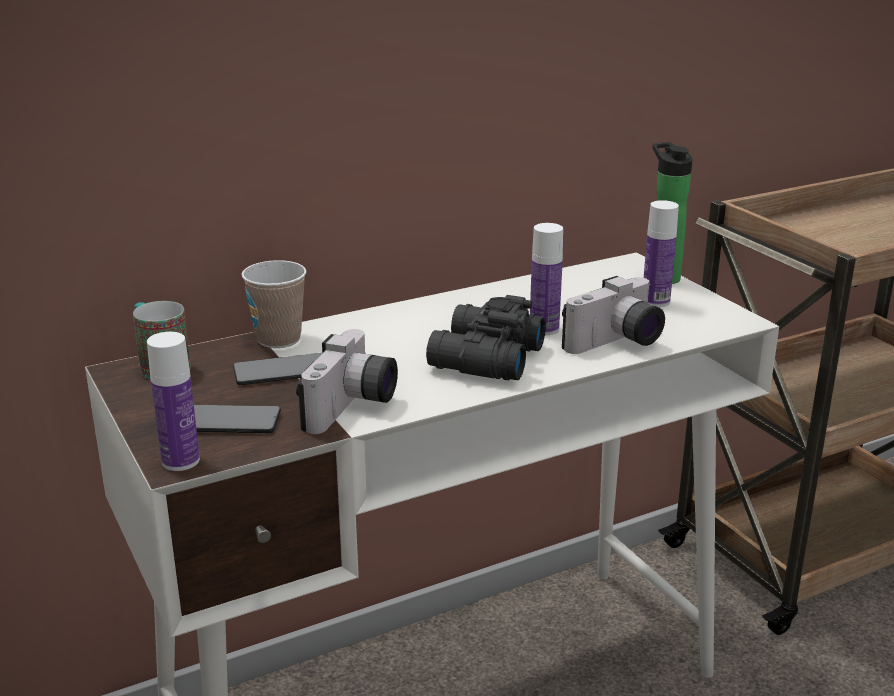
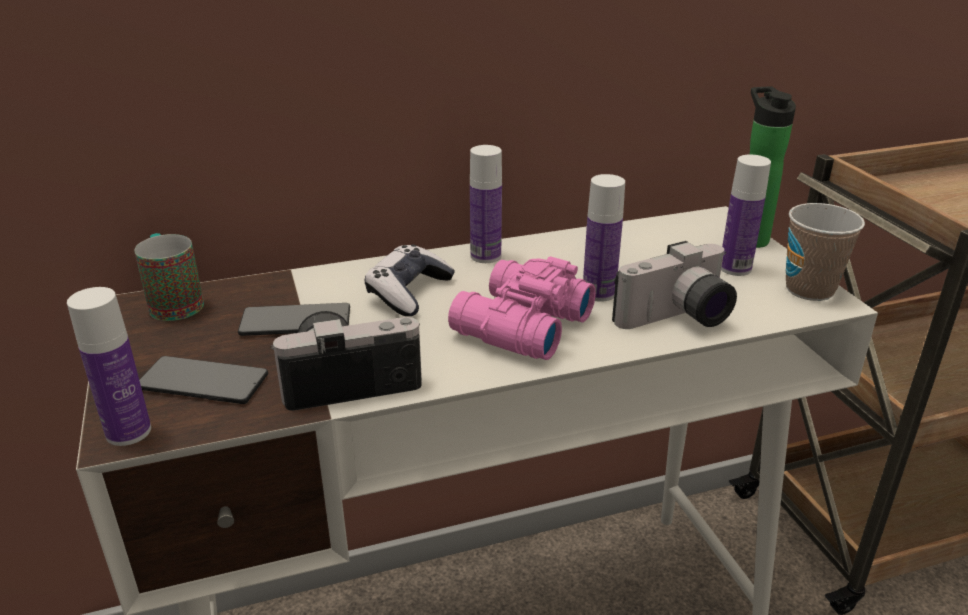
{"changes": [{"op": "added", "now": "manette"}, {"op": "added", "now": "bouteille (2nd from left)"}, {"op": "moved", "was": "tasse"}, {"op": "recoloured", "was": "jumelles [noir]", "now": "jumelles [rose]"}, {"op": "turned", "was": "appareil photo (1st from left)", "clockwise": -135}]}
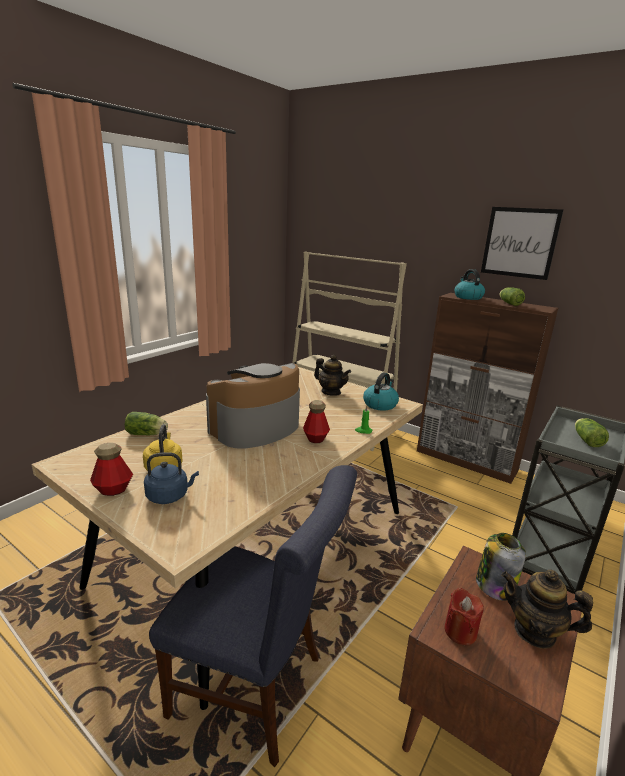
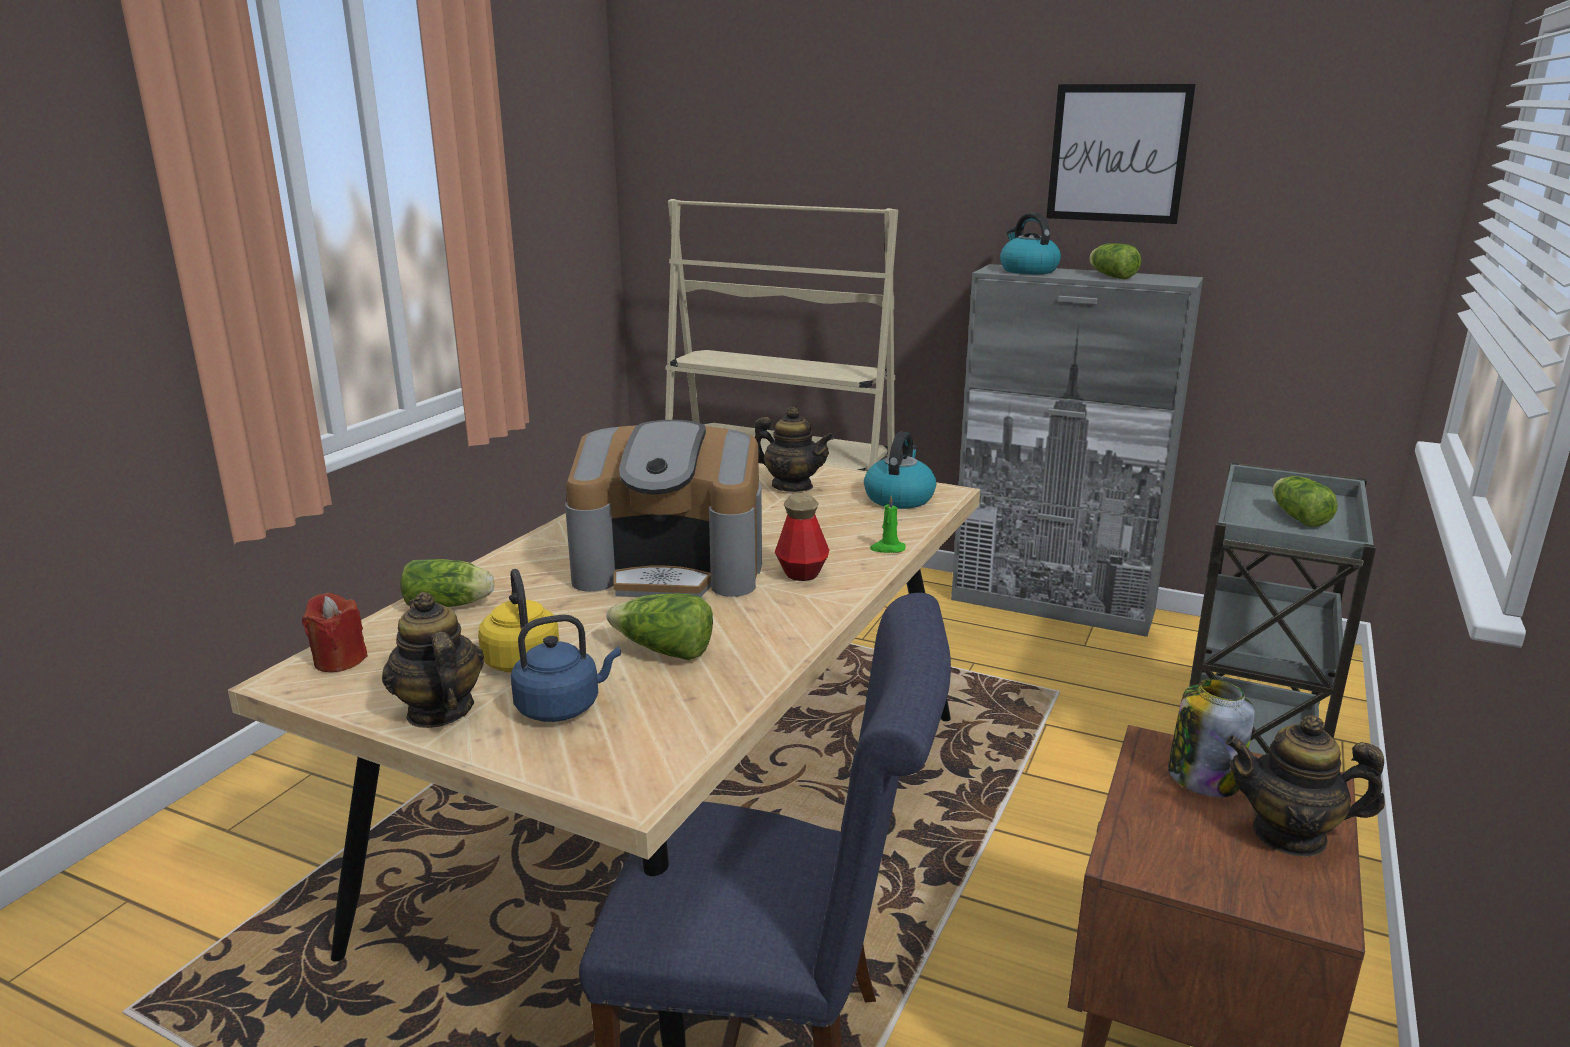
{"changes": [{"op": "added", "now": "laitue (2nd from left)"}, {"op": "moved", "was": "bougie [rouge]"}, {"op": "replaced", "was": "bouteille (1st from left)", "now": "théière (1st from left)"}, {"op": "recoloured", "was": "meuble de rangement [marron]", "now": "meuble de rangement [gris]"}, {"op": "turned", "was": "machine à café", "clockwise": -120}]}
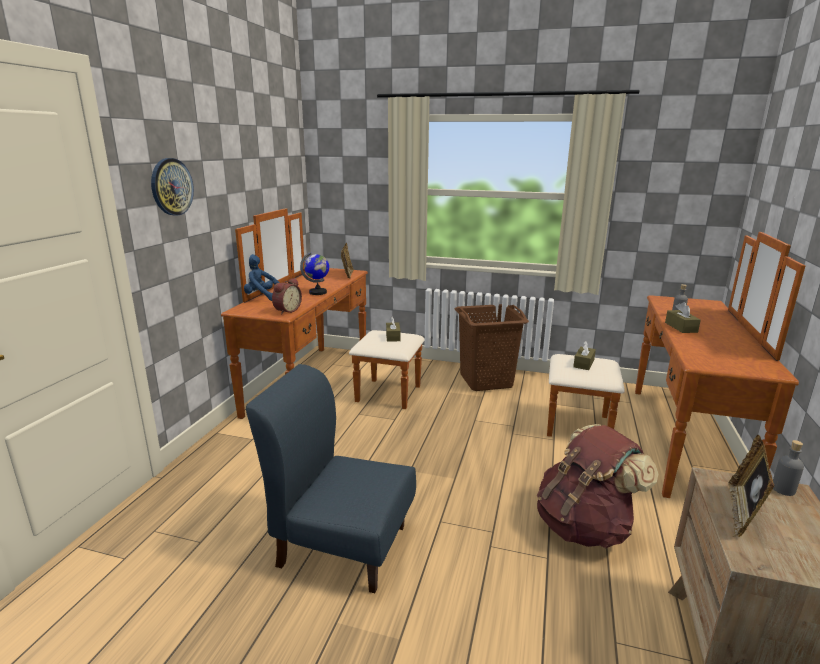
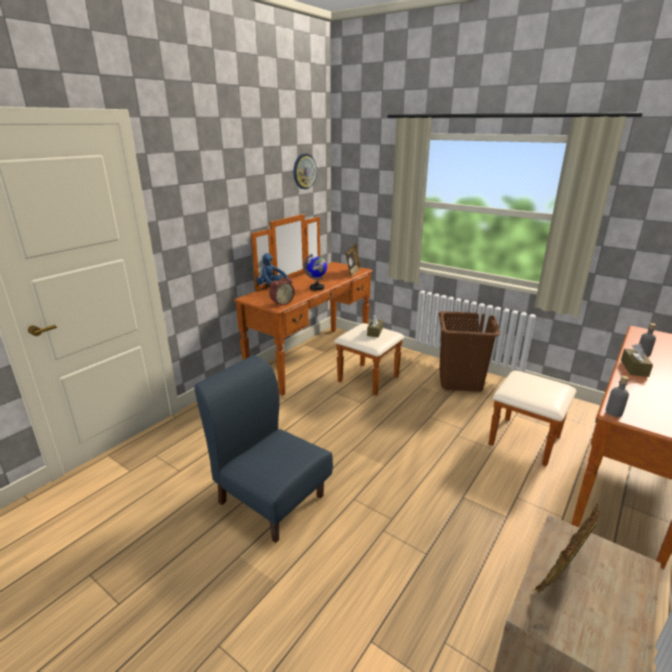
{"changes": [{"op": "removed", "was": "sac à dos [marron]"}, {"op": "removed", "was": "boîte à mouchoirs [marron] (2nd from left)"}, {"op": "moved", "was": "horloge murale"}, {"op": "moved", "was": "bouteille [gris] (2nd from left in the first image)", "now": "bouteille [gris] (1st from left)"}]}
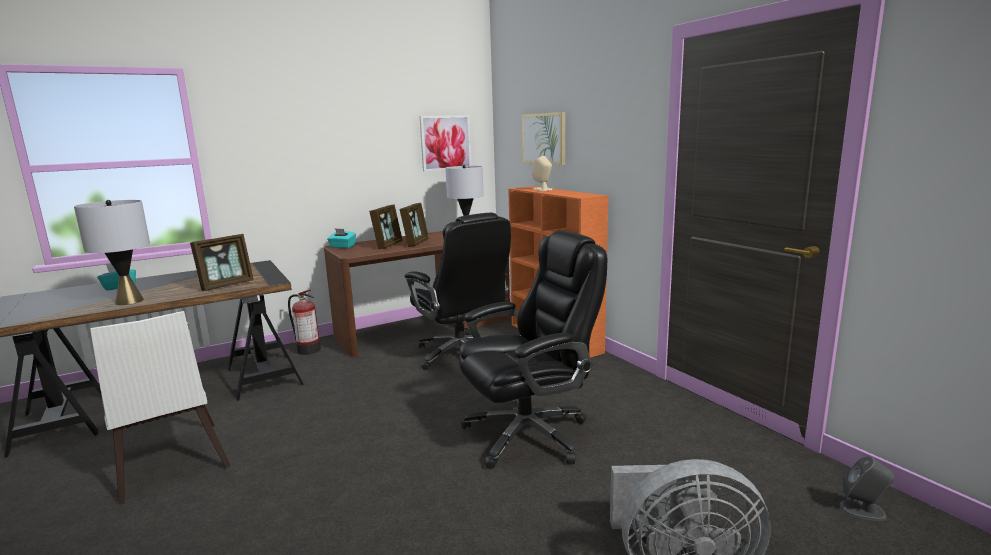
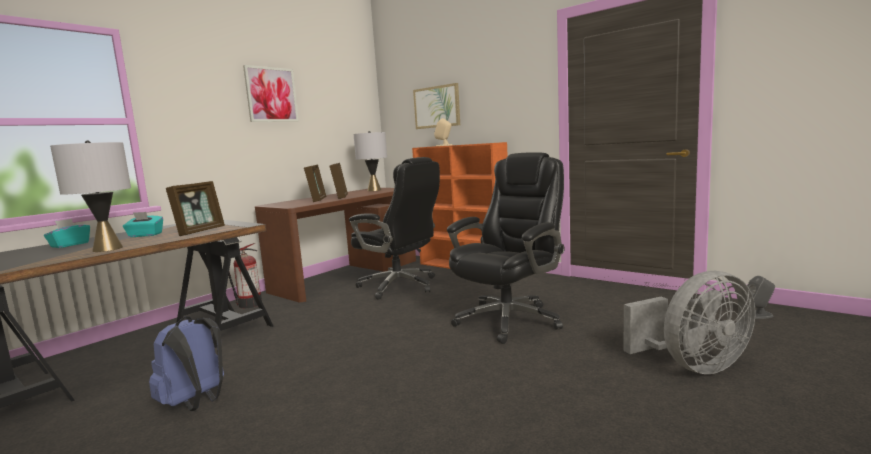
{"changes": [{"op": "moved", "was": "boîte à mouchoirs [turquoise] (2nd from left)"}, {"op": "moved", "was": "tableau (1st from left)"}, {"op": "replaced", "was": "chaise [blanc]", "now": "sac à dos [bleu]"}]}
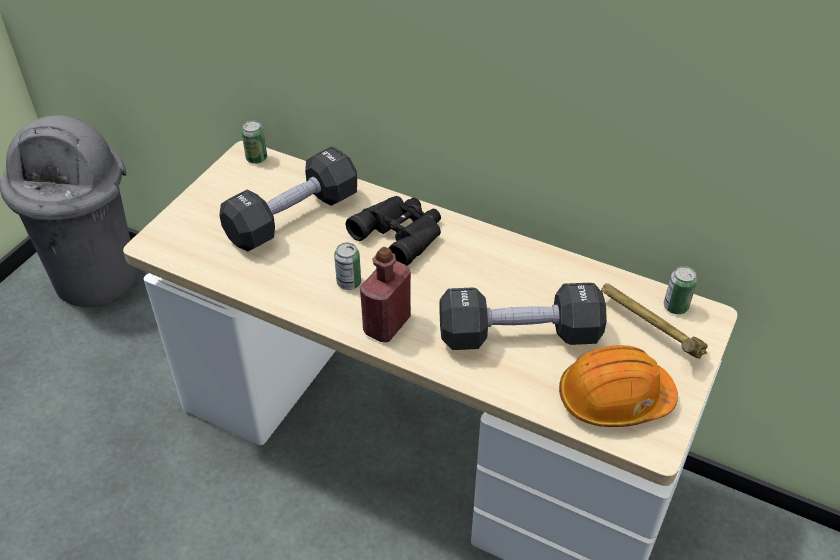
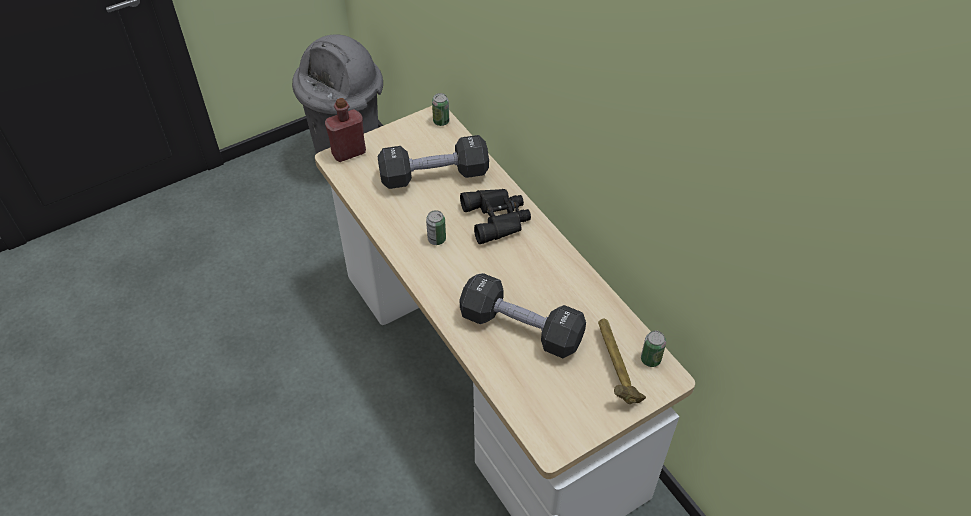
{"changes": [{"op": "removed", "was": "casque de chantier [orange]"}, {"op": "moved", "was": "bouteille [rouge]"}]}
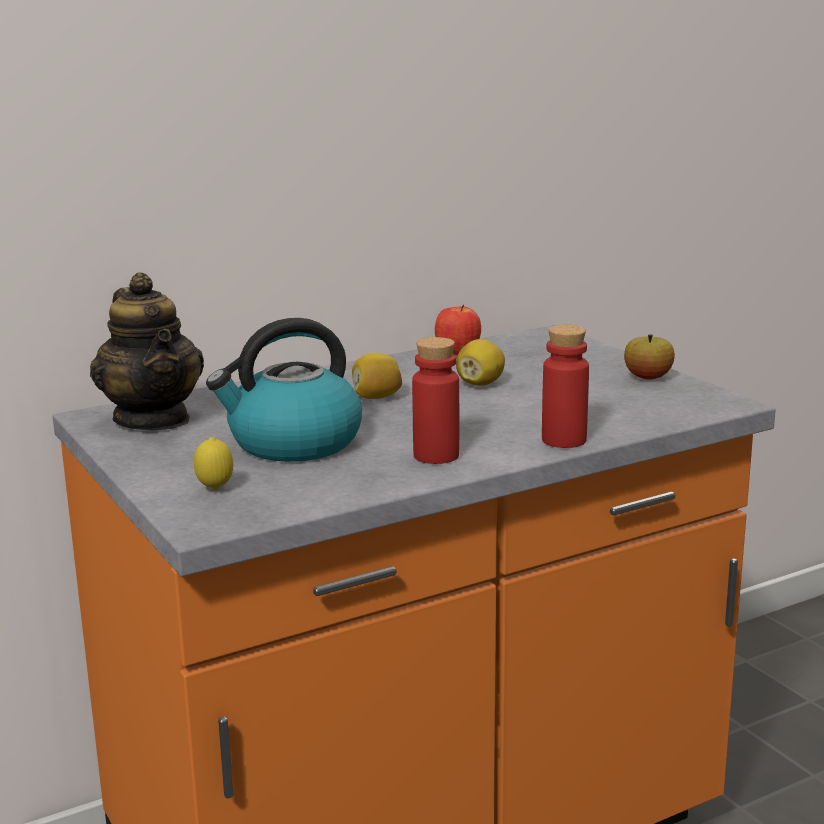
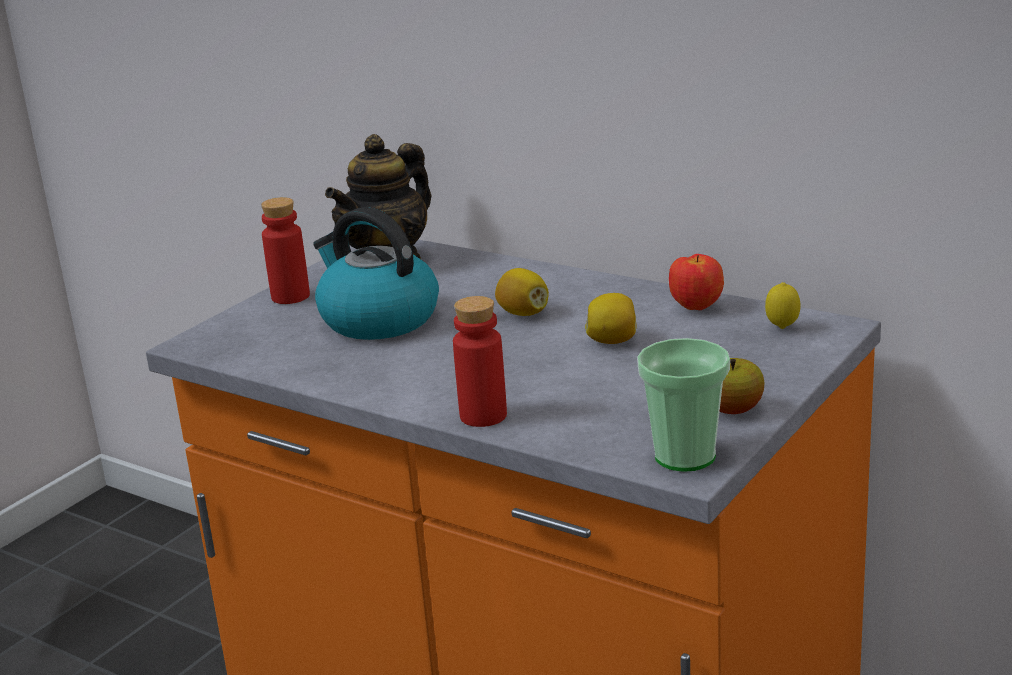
{"changes": [{"op": "added", "now": "tasse"}, {"op": "moved", "was": "citron (1st from left in the first image)", "now": "citron (3rd from left)"}, {"op": "moved", "was": "bouteille [rouge] (1st from left)"}]}
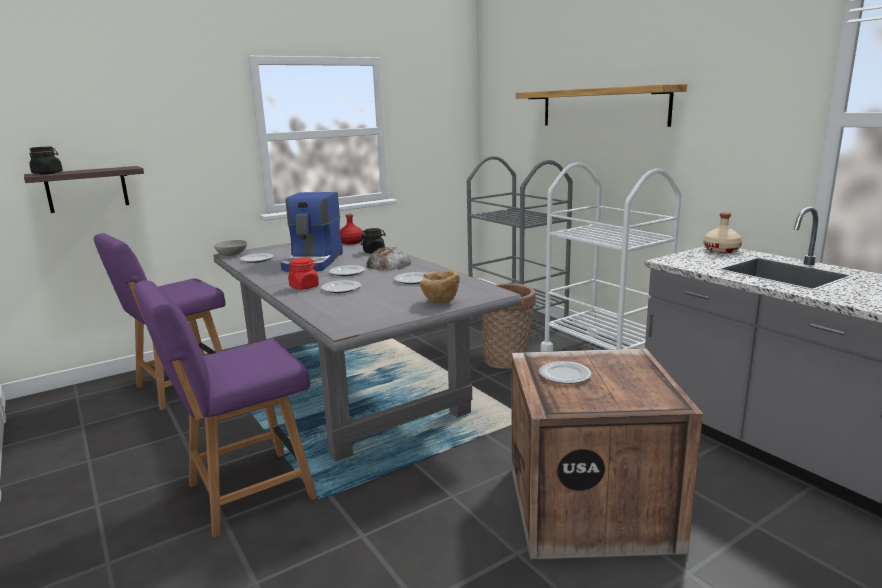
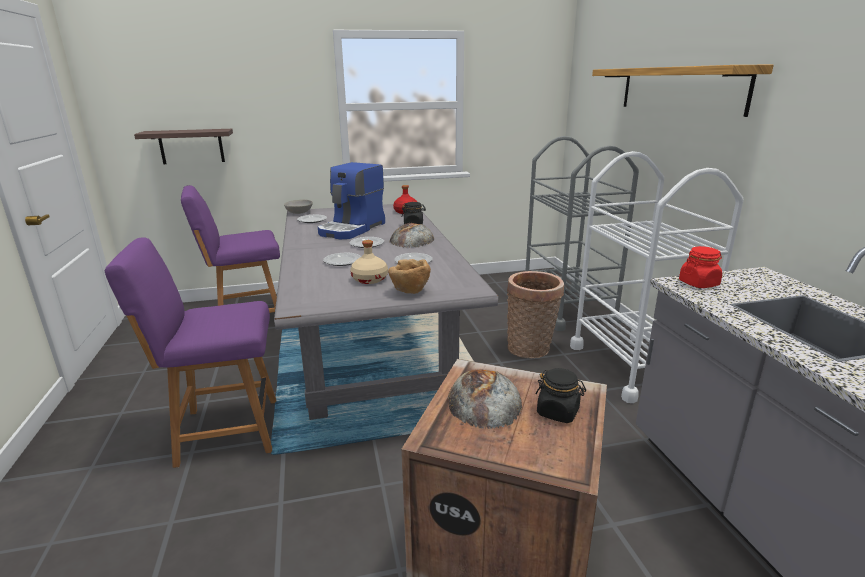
{"changes": [{"op": "moved", "was": "bocal [noir] (1st from left in the first image)", "now": "bocal [noir] (2nd from left)"}, {"op": "moved", "was": "bocal [rouge]"}, {"op": "moved", "was": "bouteille [beige]"}, {"op": "replaced", "was": "assiette (5th from left)", "now": "pain (2nd from left)"}]}
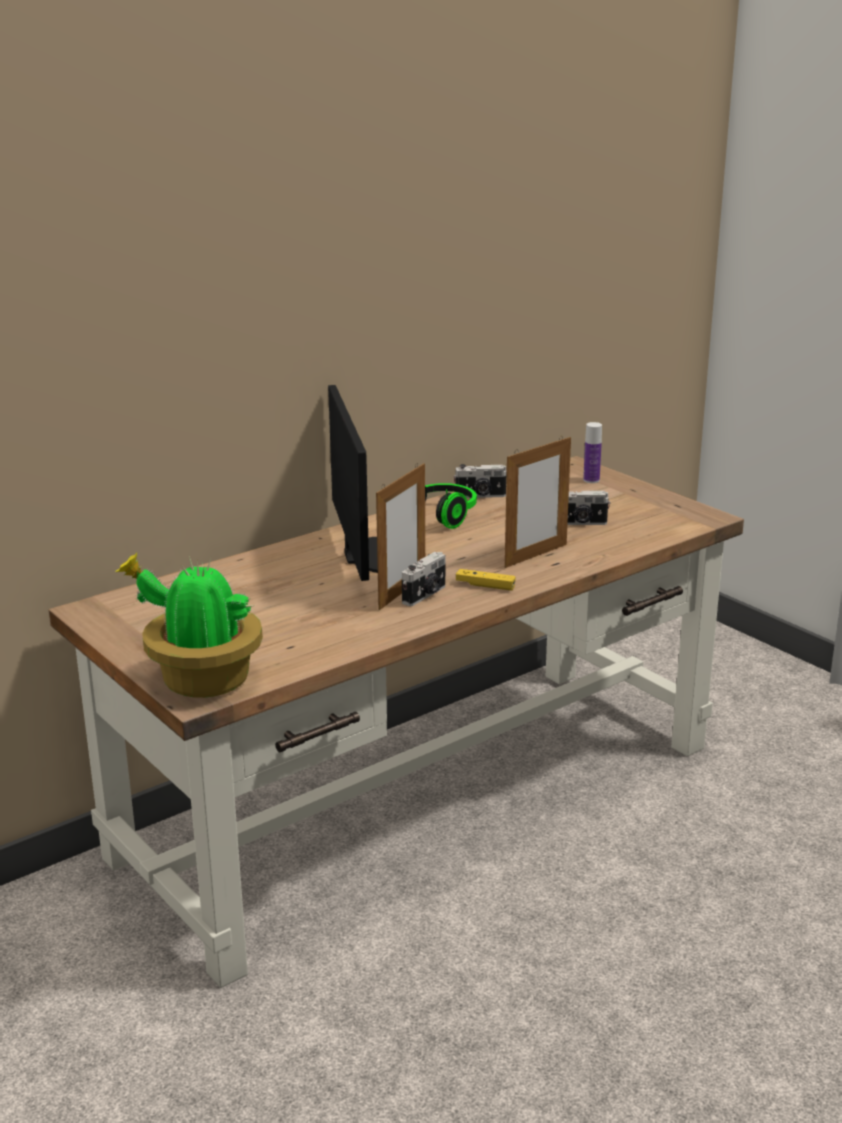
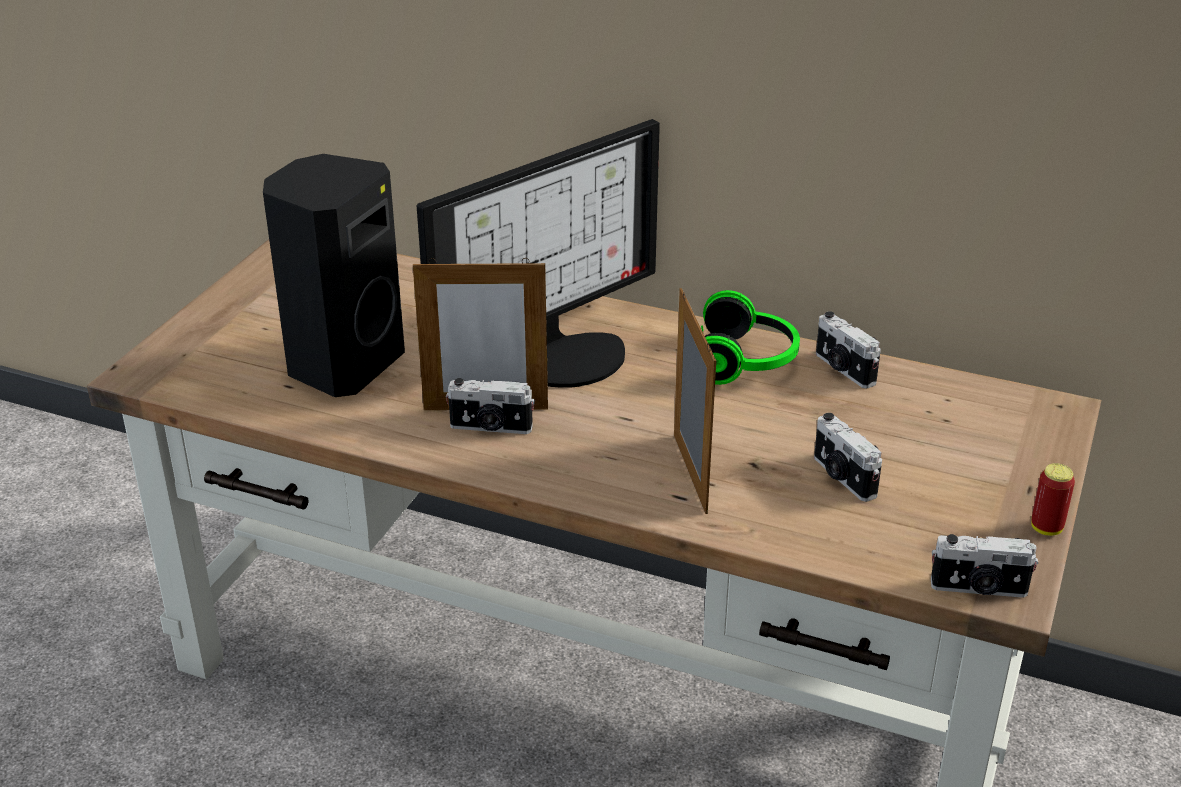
{"changes": [{"op": "removed", "was": "plante en pot"}, {"op": "removed", "was": "manette [jaune]"}, {"op": "removed", "was": "bouteille"}, {"op": "added", "now": "enceinte [noir]"}, {"op": "added", "now": "appareil photo (4th from left)"}, {"op": "added", "now": "boîte métallique"}, {"op": "turned", "was": "cadre photo (2nd from left)", "clockwise": -120}]}
